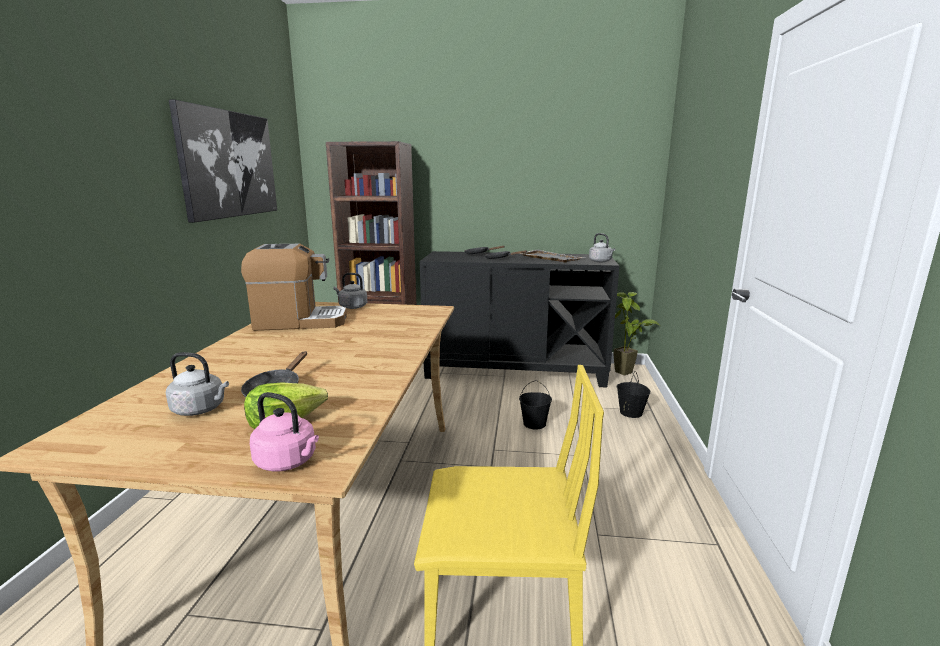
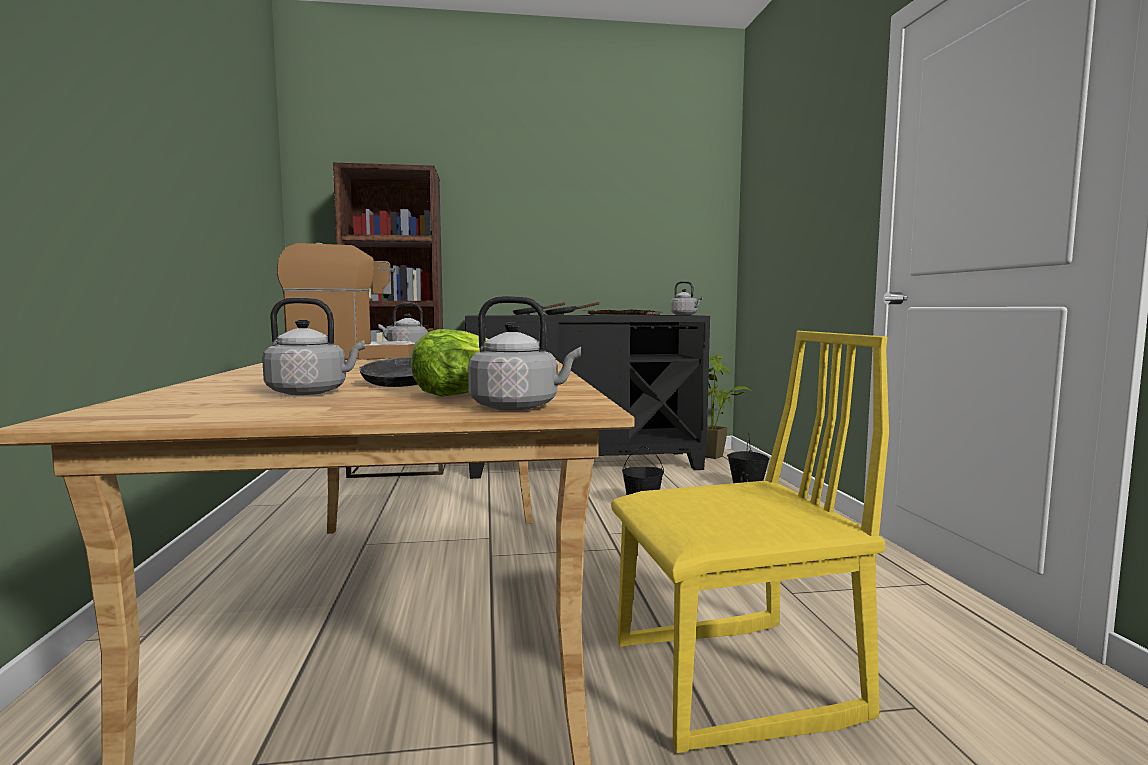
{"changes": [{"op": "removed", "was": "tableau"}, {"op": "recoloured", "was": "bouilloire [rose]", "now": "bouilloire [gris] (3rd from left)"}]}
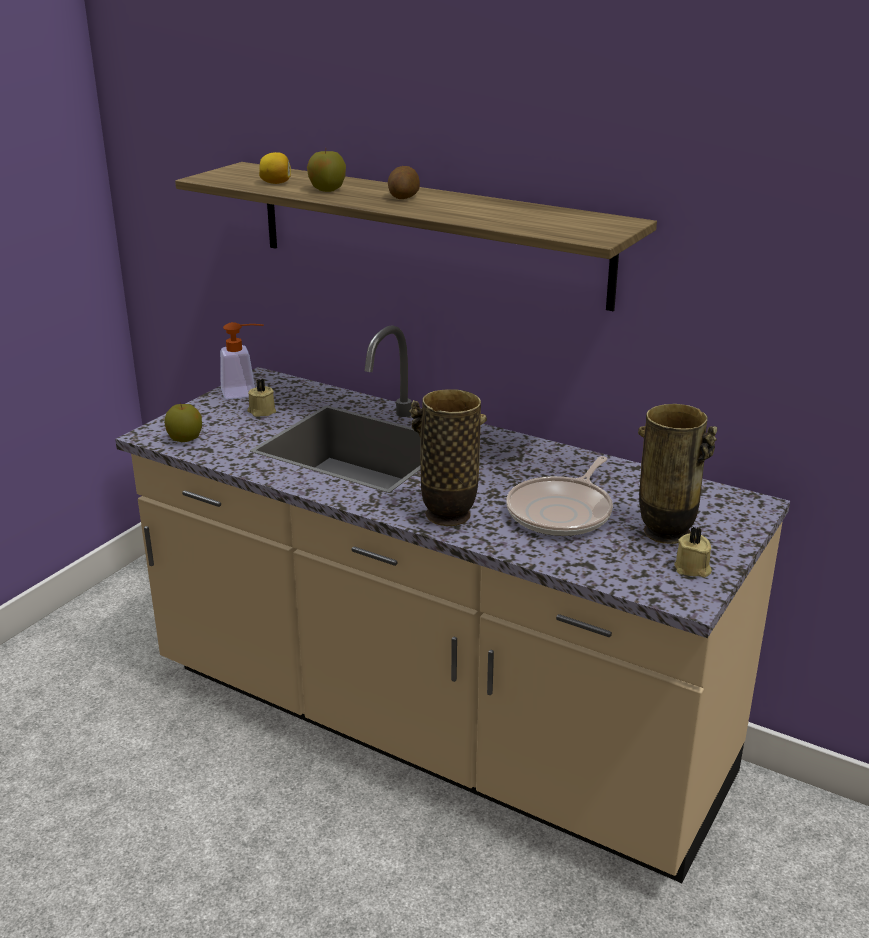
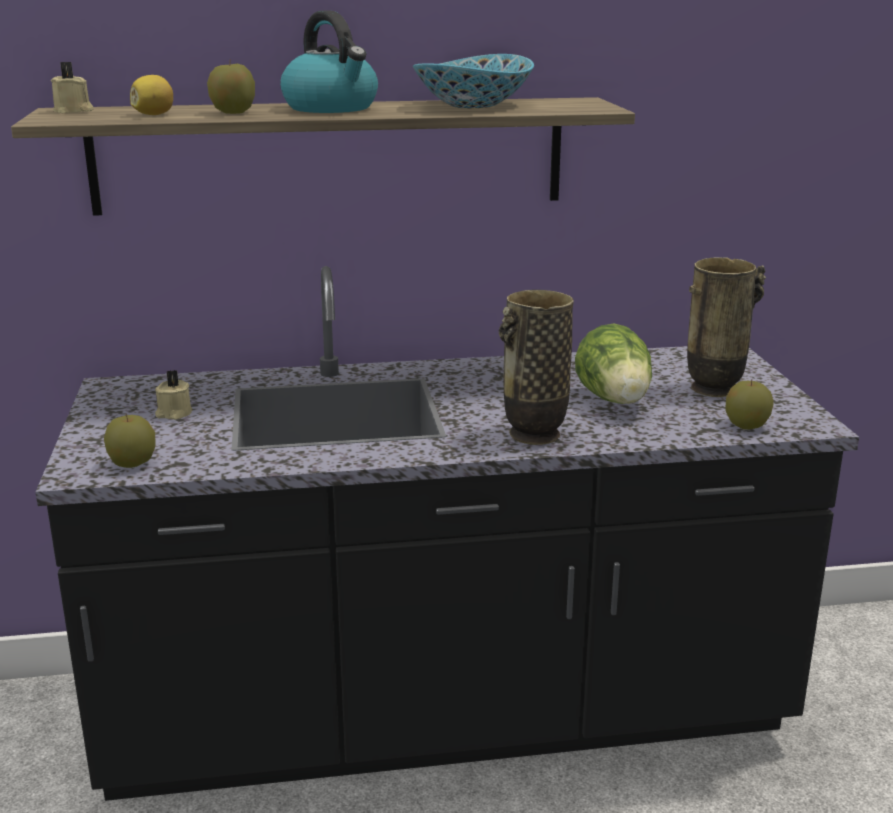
{"changes": [{"op": "removed", "was": "distributeur de savon"}, {"op": "added", "now": "bol"}, {"op": "added", "now": "pomme (3rd from left)"}, {"op": "moved", "was": "bougie [beige] (2nd from left in the first image)", "now": "bougie [beige] (1st from left)"}, {"op": "replaced", "was": "pomme de terre", "now": "bouilloire"}, {"op": "replaced", "was": "poêle", "now": "laitue"}, {"op": "recoloured", "was": "comptoir de cuisine [beige]", "now": "comptoir de cuisine [noir]"}]}
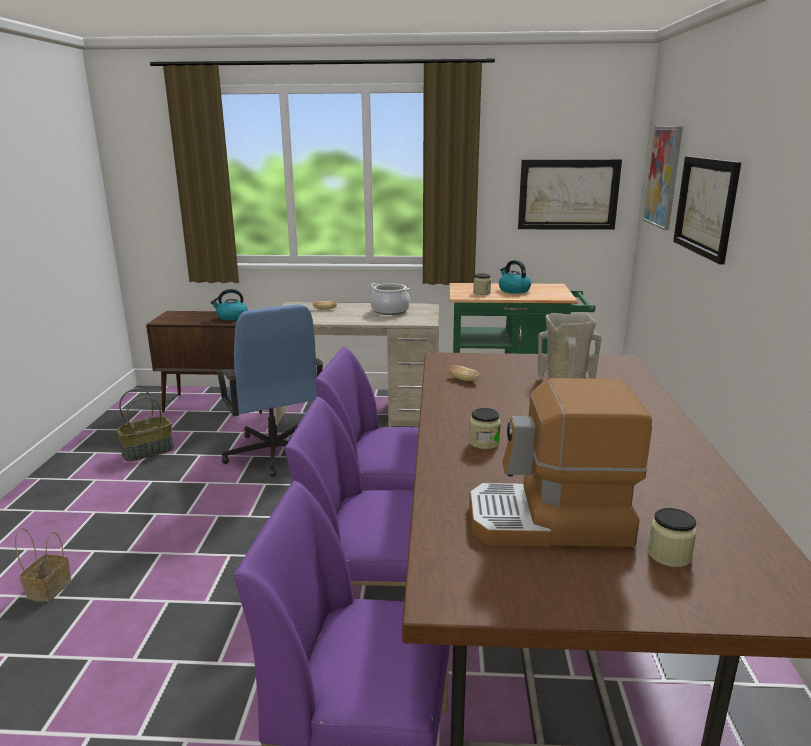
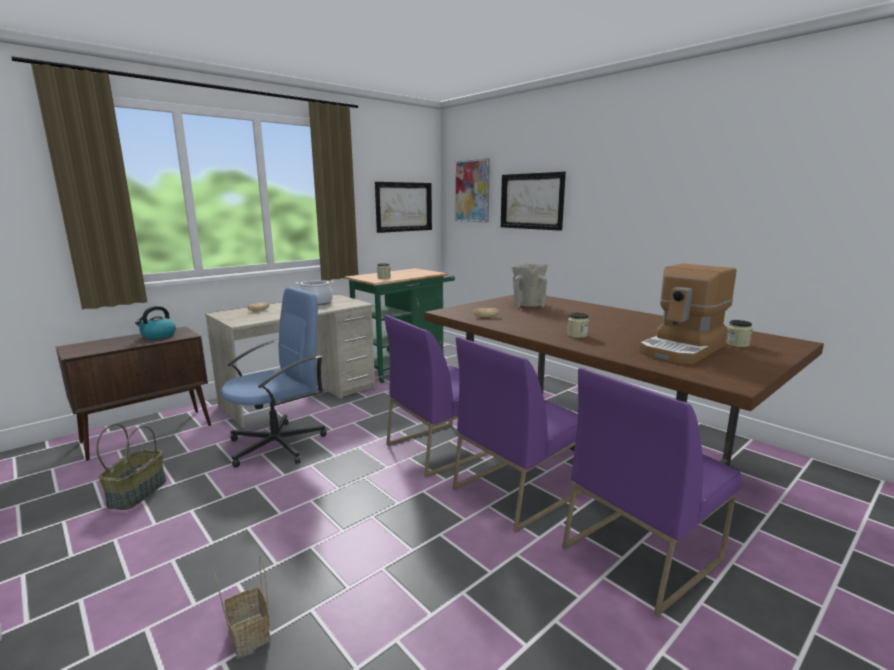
{"changes": [{"op": "removed", "was": "bouilloire (2nd from left)"}, {"op": "turned", "was": "chaise de bureau [bleu]", "clockwise": -60}]}
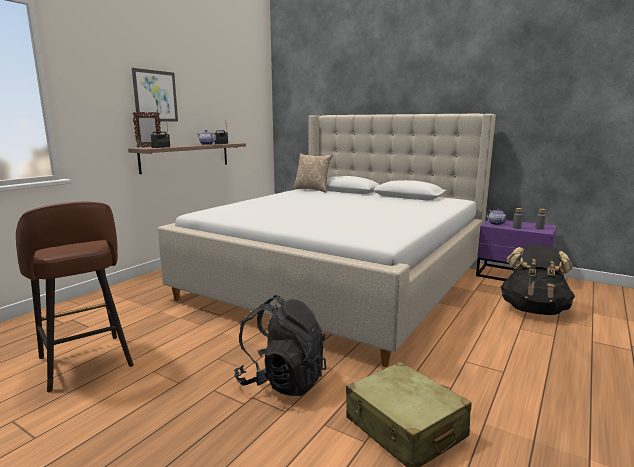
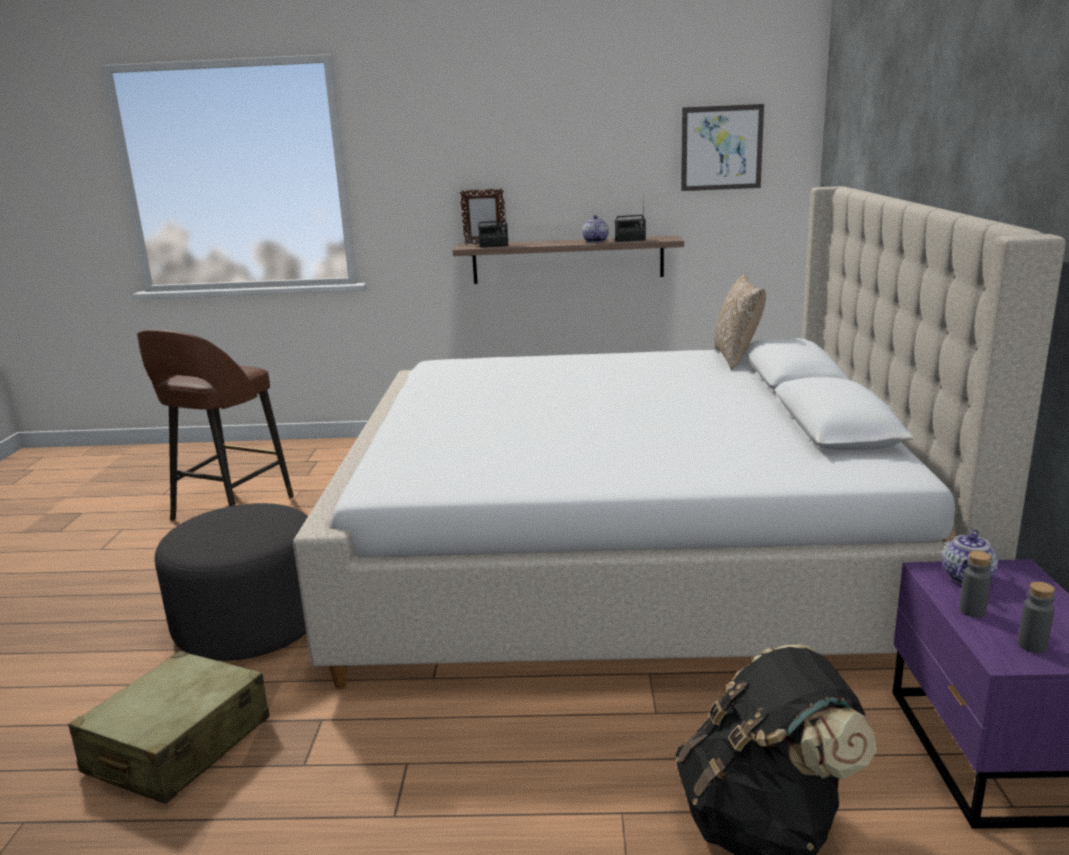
{"changes": [{"op": "moved", "was": "tableau"}, {"op": "replaced", "was": "sac à dos [noir] (1st from left)", "now": "pouf [gris]"}]}
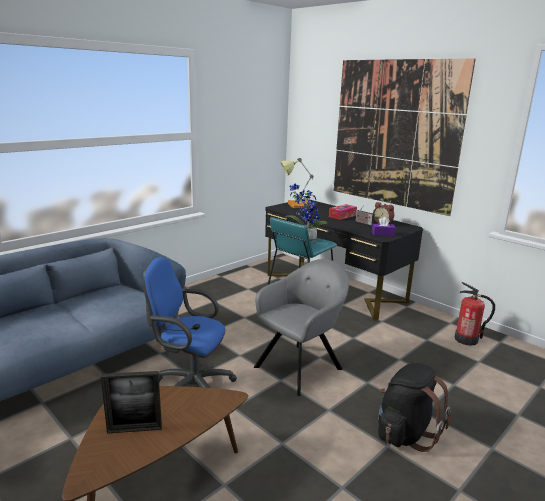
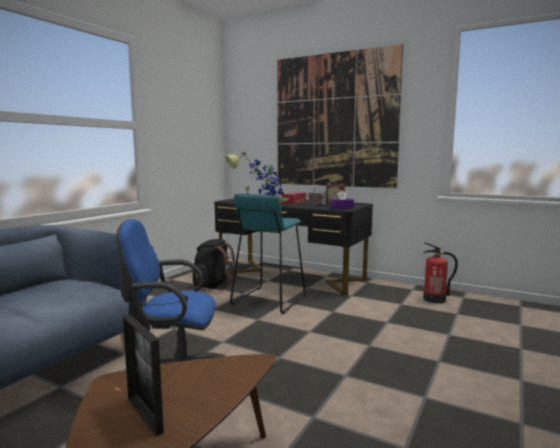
{"changes": [{"op": "removed", "was": "fauteuil [gris]"}, {"op": "moved", "was": "sac à dos [noir]"}, {"op": "turned", "was": "cadre photo", "clockwise": 75}]}
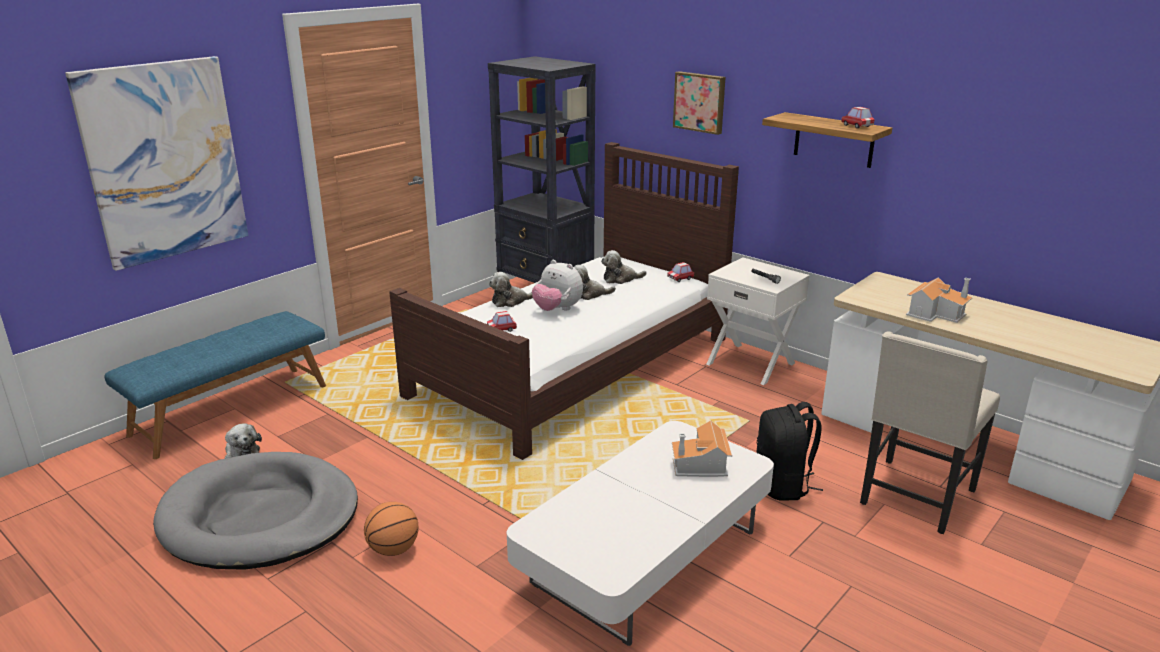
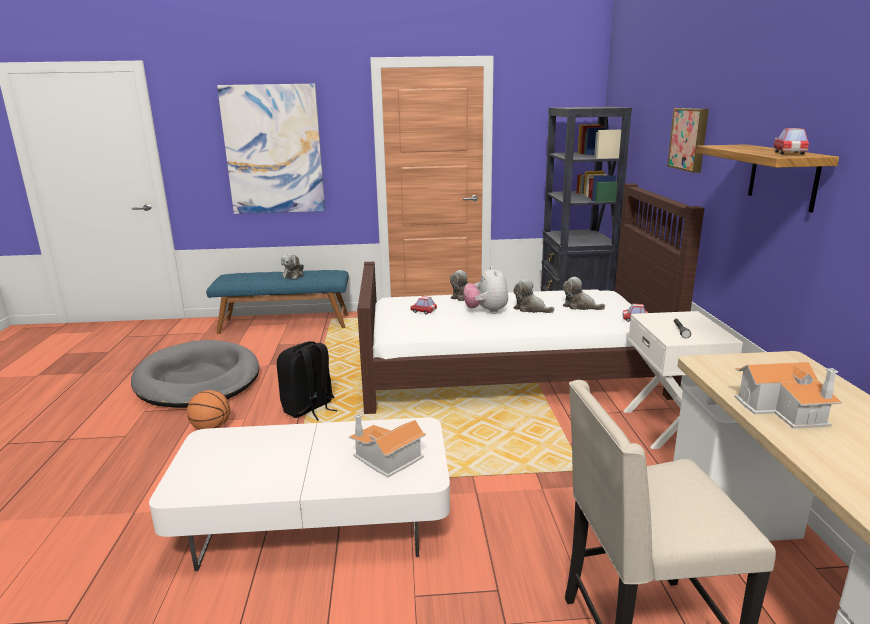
{"changes": [{"op": "moved", "was": "peluche (1st from left)"}, {"op": "moved", "was": "sac à dos [noir]"}]}
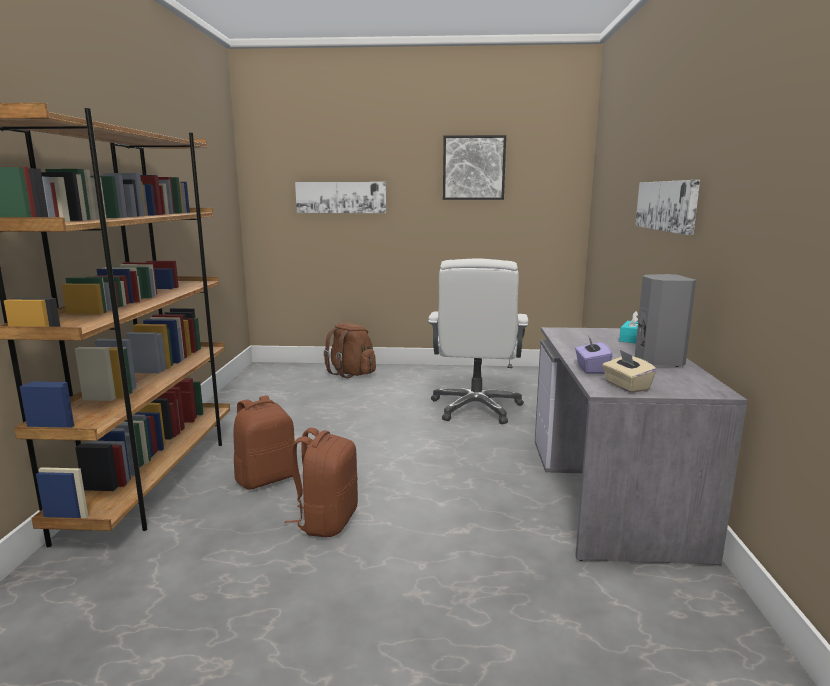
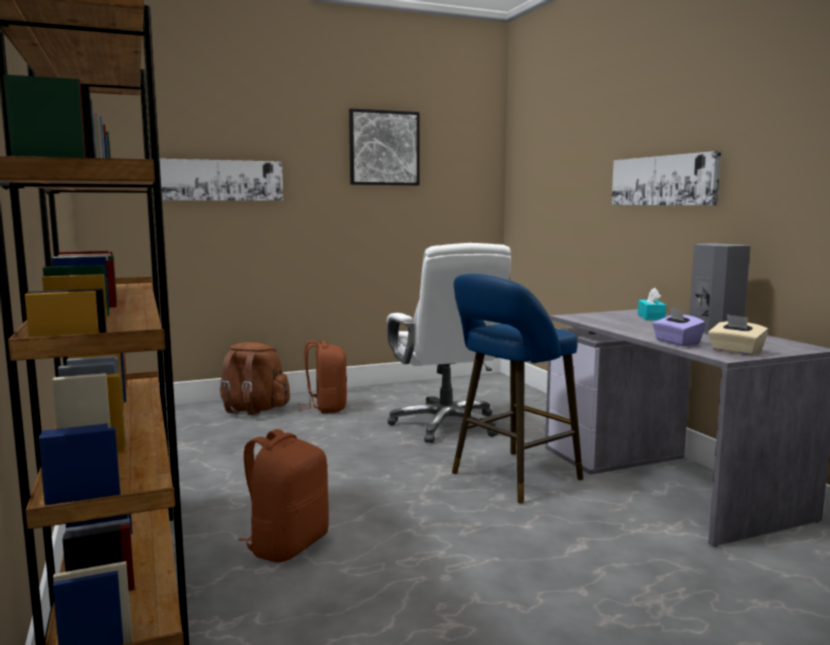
{"changes": [{"op": "added", "now": "tabouret [bleu]"}, {"op": "moved", "was": "sac à dos [marron] (2nd from left in the first image)", "now": "sac à dos [marron] (3rd from left)"}]}
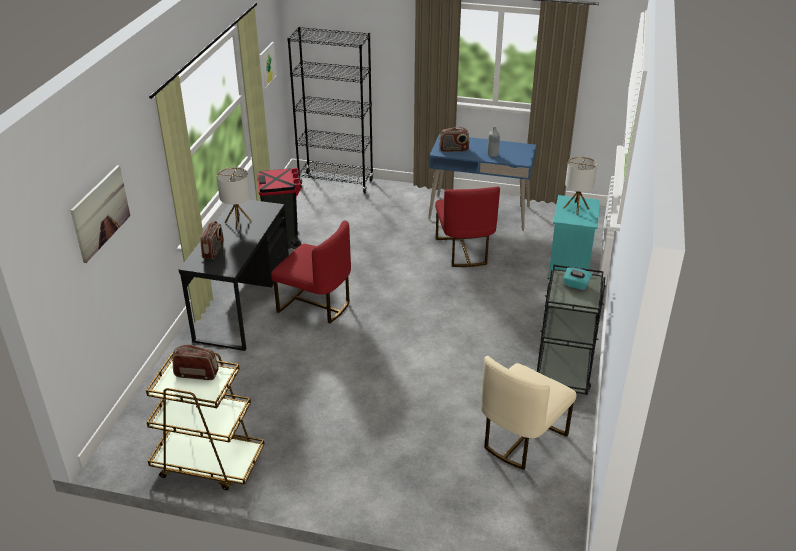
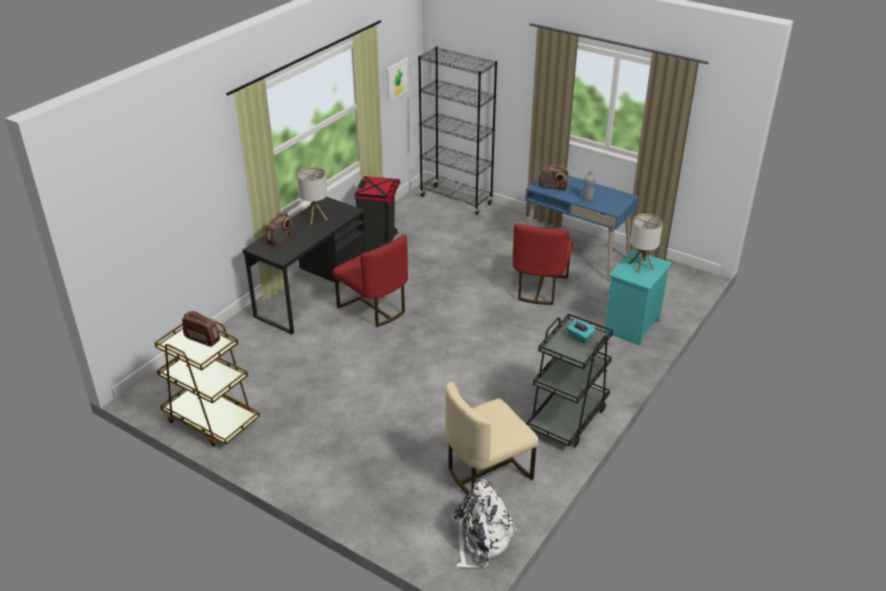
{"changes": [{"op": "removed", "was": "tableau (1st from left)"}, {"op": "added", "now": "sac à dos [blanc]"}]}
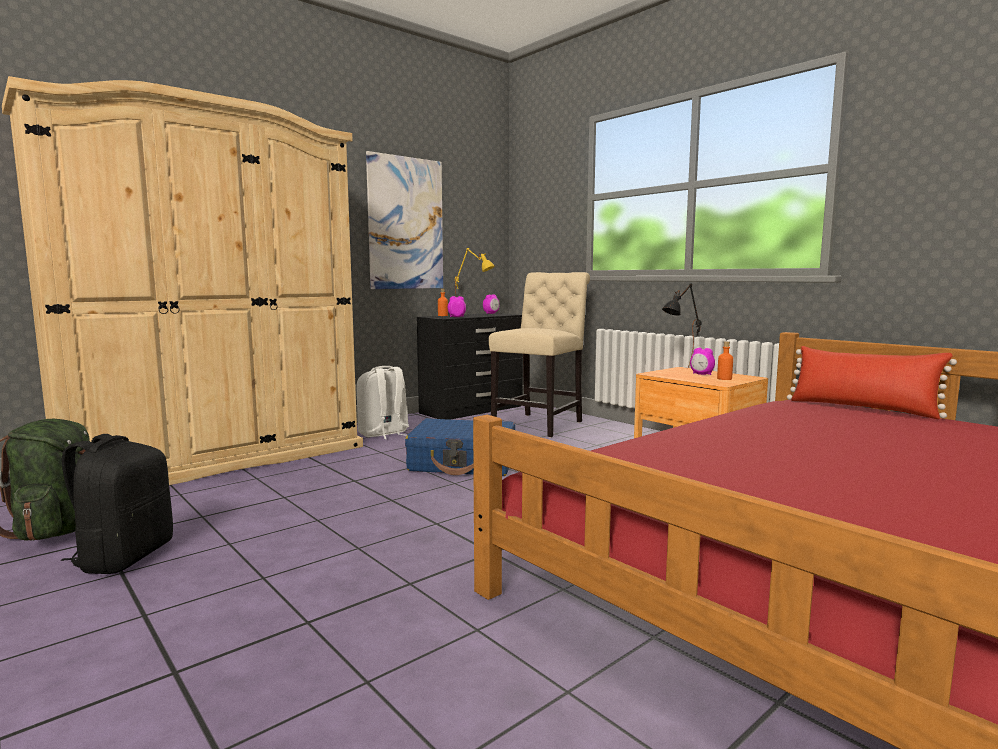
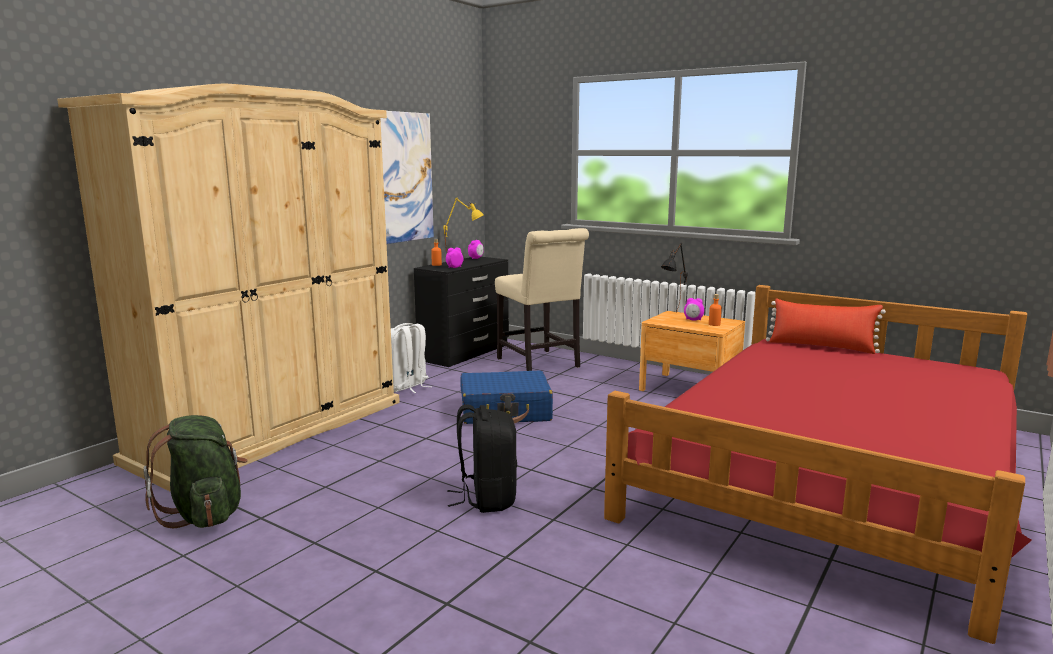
{"changes": [{"op": "moved", "was": "sac à dos [noir]"}, {"op": "turned", "was": "chaise [beige]", "clockwise": 135}]}
